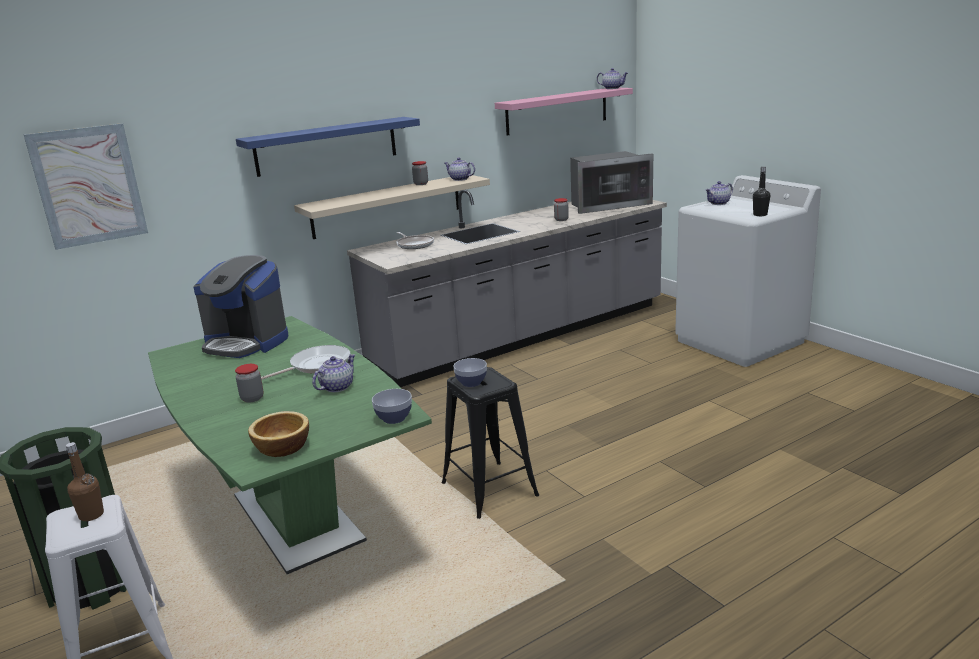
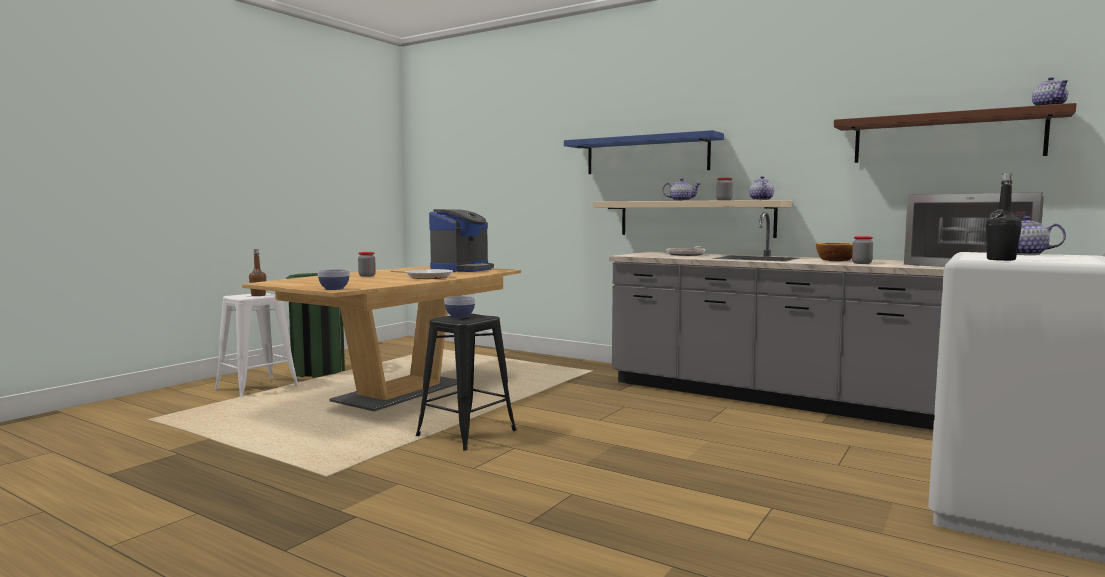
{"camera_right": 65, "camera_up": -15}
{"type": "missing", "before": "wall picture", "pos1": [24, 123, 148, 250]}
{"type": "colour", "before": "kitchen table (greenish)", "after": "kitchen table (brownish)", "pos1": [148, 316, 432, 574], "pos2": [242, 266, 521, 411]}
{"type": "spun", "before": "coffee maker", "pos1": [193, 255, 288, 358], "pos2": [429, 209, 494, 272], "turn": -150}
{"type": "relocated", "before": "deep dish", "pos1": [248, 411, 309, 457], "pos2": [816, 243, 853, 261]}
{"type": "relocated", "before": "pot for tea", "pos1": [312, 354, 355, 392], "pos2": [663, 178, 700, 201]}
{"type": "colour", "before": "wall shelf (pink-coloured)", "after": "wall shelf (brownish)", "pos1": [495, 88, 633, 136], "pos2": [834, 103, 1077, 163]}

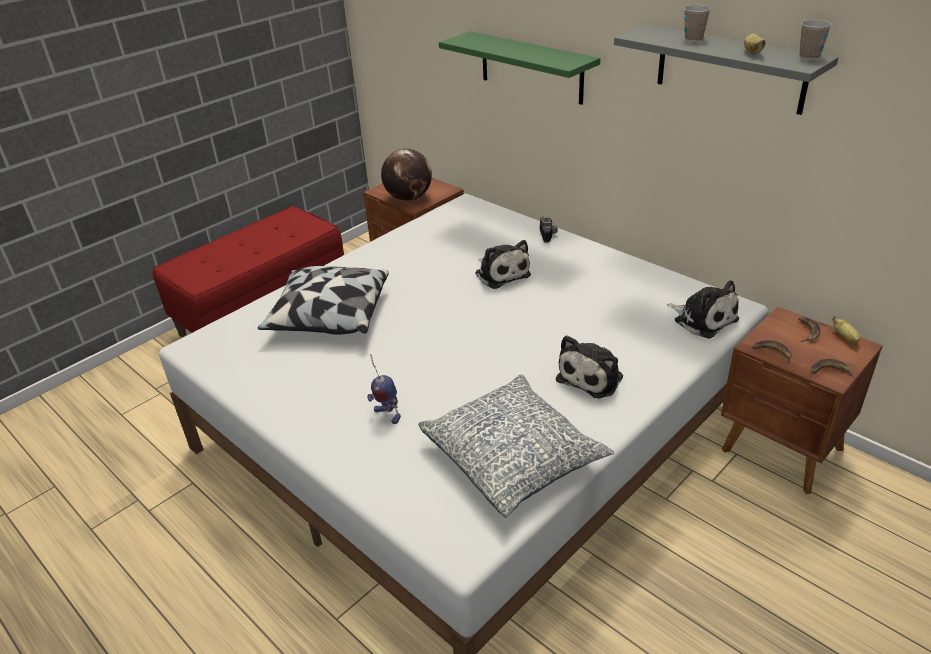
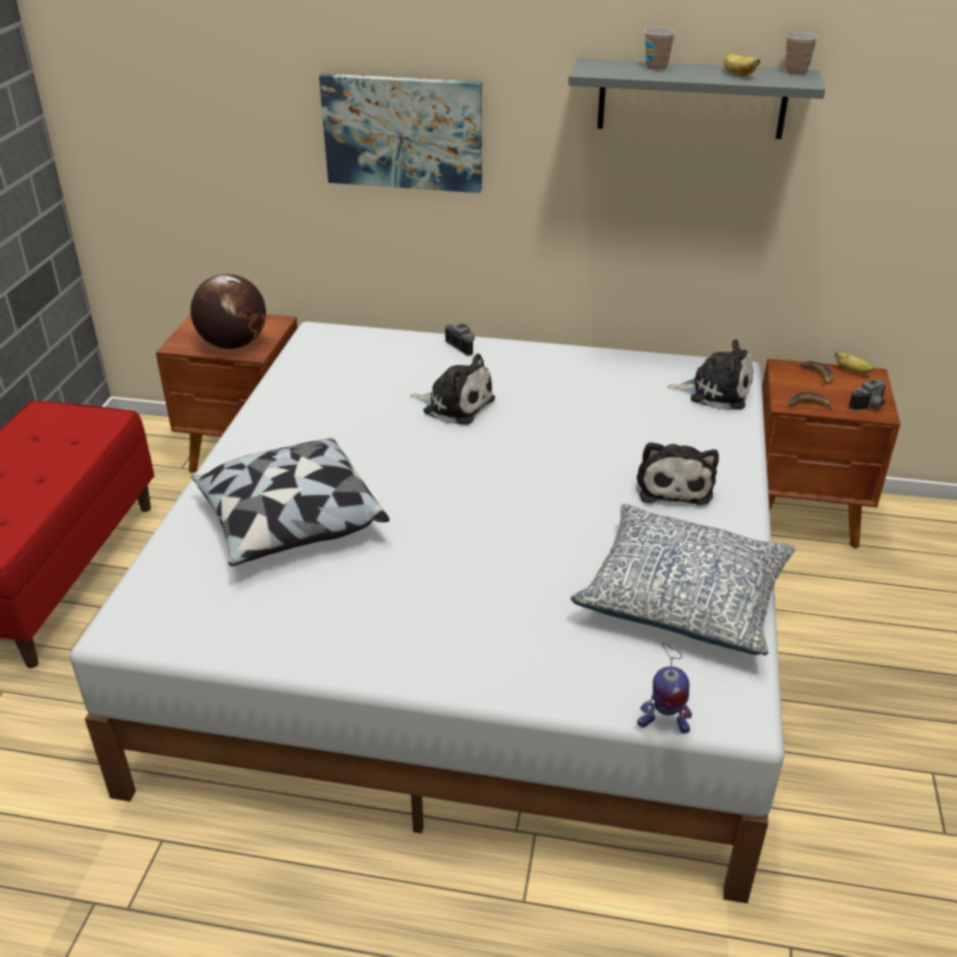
{"camera_right": -35, "camera_up": 0}
{"type": "relocated", "before": "model robot", "pos1": [367, 354, 401, 424], "pos2": [637, 643, 692, 733]}
{"type": "exchanged", "before": "wall shelf (greenish)", "after": "wall picture", "pos1": [439, 31, 600, 105], "pos2": [319, 74, 482, 193]}
{"type": "exchanged", "before": "banana", "after": "photo camera", "pos1": [811, 359, 853, 377], "pos2": [849, 379, 886, 410]}

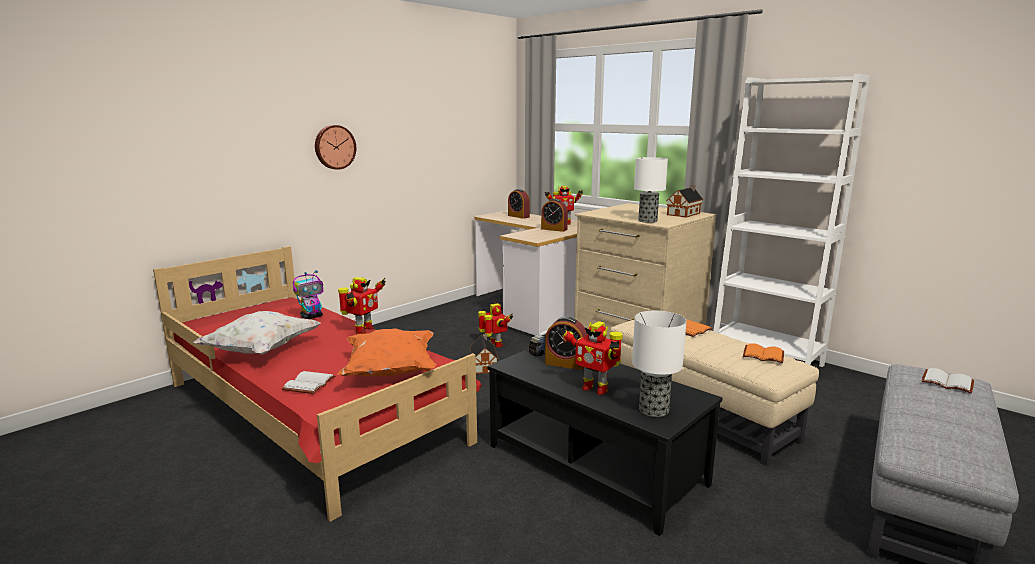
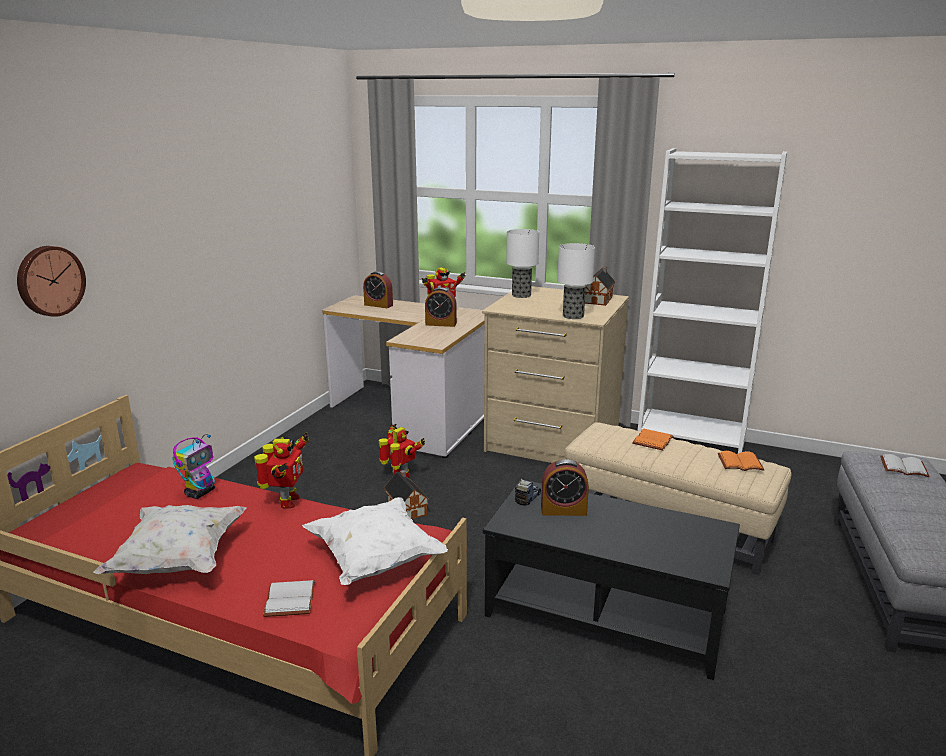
{"camera_right": -20, "camera_up": 5}
{"type": "relocated", "before": "hanging clock", "pos1": [315, 125, 356, 170], "pos2": [17, 246, 86, 317]}
{"type": "colour", "before": "throw pillow (orange-coloured)", "after": "throw pillow (white)", "pos1": [338, 328, 436, 376], "pos2": [302, 497, 448, 585]}
{"type": "missing", "before": "model robot", "pos1": [559, 321, 623, 395]}
{"type": "relocated", "before": "table lamp", "pos1": [632, 311, 686, 417], "pos2": [506, 229, 539, 298]}

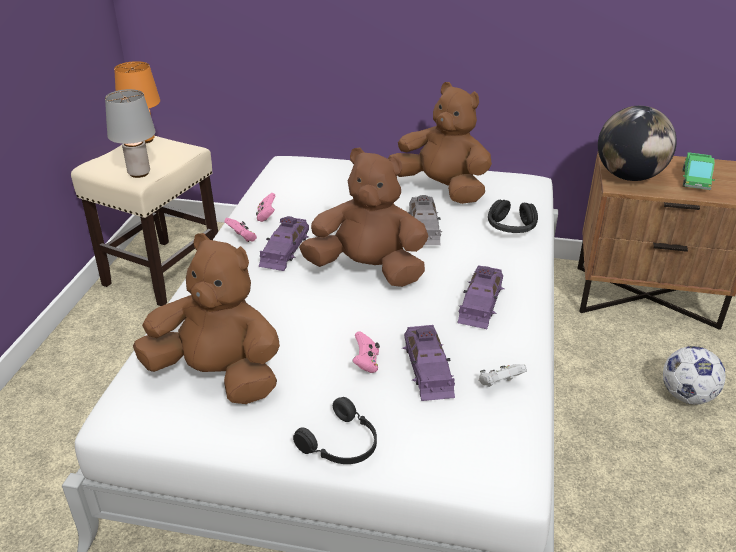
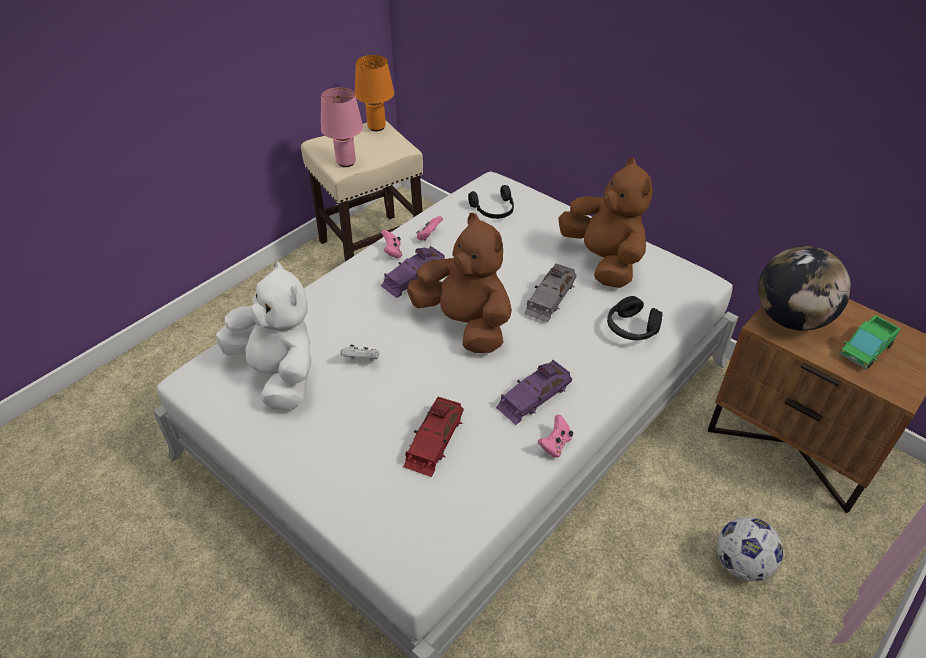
{"camera_right": 30, "camera_up": 10}
{"type": "colour", "before": "table lamp (greyish)", "after": "table lamp (pink-coloured)", "pos1": [105, 89, 156, 178], "pos2": [321, 87, 363, 167]}
{"type": "colour", "before": "soft toy (brownish)", "after": "soft toy (white)", "pos1": [133, 233, 280, 404], "pos2": [216, 261, 311, 411]}
{"type": "relocated", "before": "headphones (black)", "pos1": [293, 397, 377, 464], "pos2": [468, 185, 514, 219]}
{"type": "relocated", "before": "gamepad (pink-coloured)", "pos1": [352, 331, 380, 373], "pos2": [538, 415, 573, 458]}
{"type": "colour", "before": "model car (purple-coloured)", "after": "model car (red)", "pos1": [402, 325, 455, 401], "pos2": [404, 397, 464, 477]}
{"type": "relocated", "before": "gamepad (white)", "pos1": [479, 364, 527, 387], "pos2": [341, 345, 379, 361]}

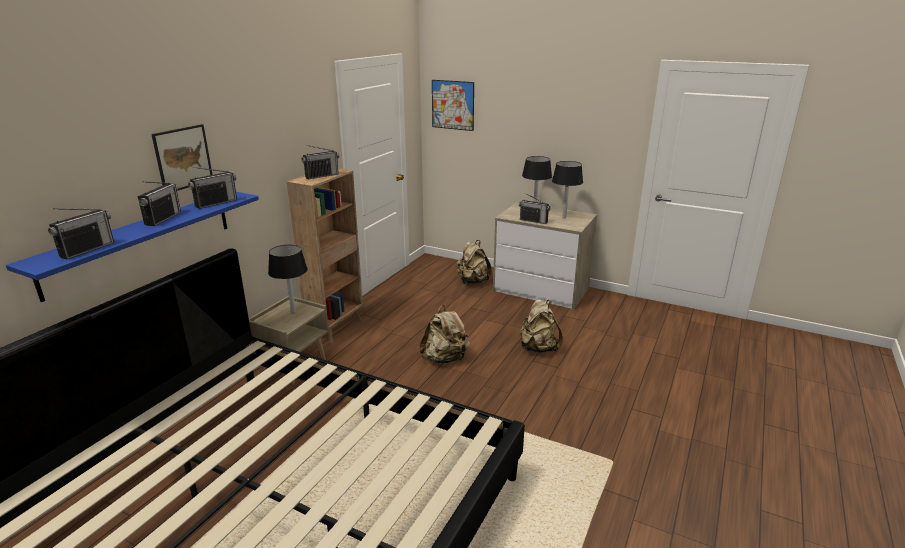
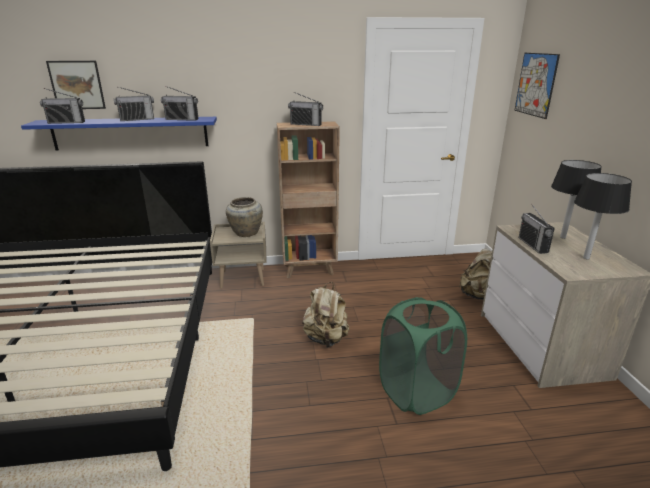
{"camera_right": 55, "camera_up": 0}
{"type": "relocated", "before": "wall picture", "pos1": [151, 124, 213, 190], "pos2": [46, 61, 106, 109]}
{"type": "exchanged", "before": "table lamp (black)", "after": "flower vase (sand-coloured)", "pos1": [268, 245, 308, 313], "pos2": [226, 197, 263, 237]}
{"type": "exchanged", "before": "knapsack (sand-coloured)", "after": "washing basket (greenish)", "pos1": [519, 299, 563, 352], "pos2": [379, 297, 467, 415]}

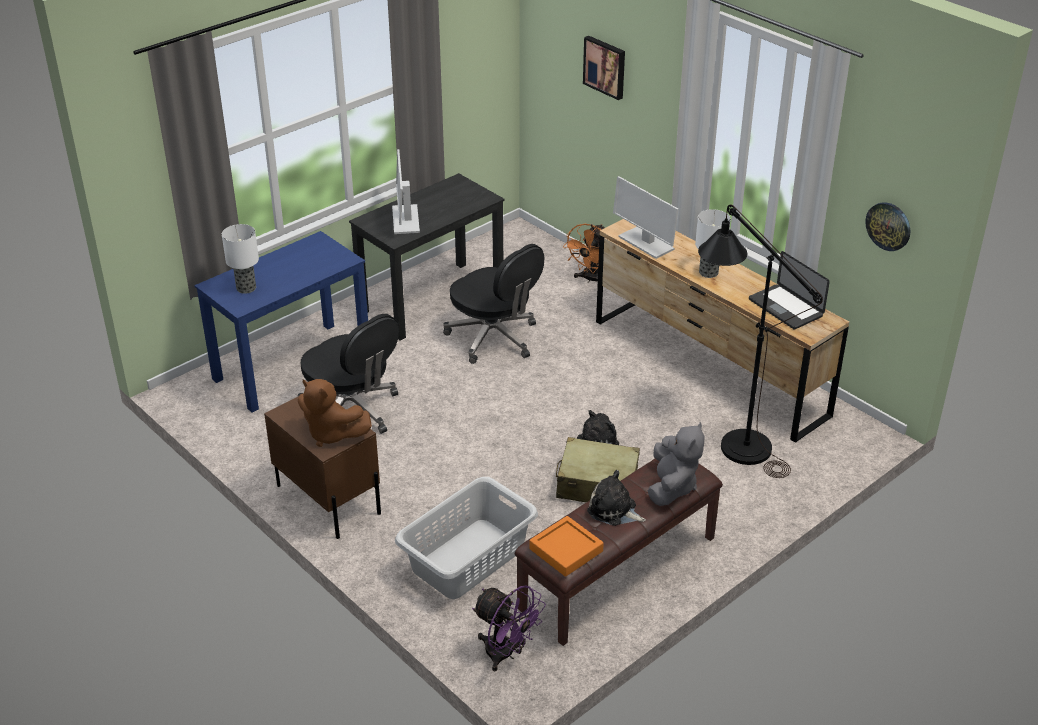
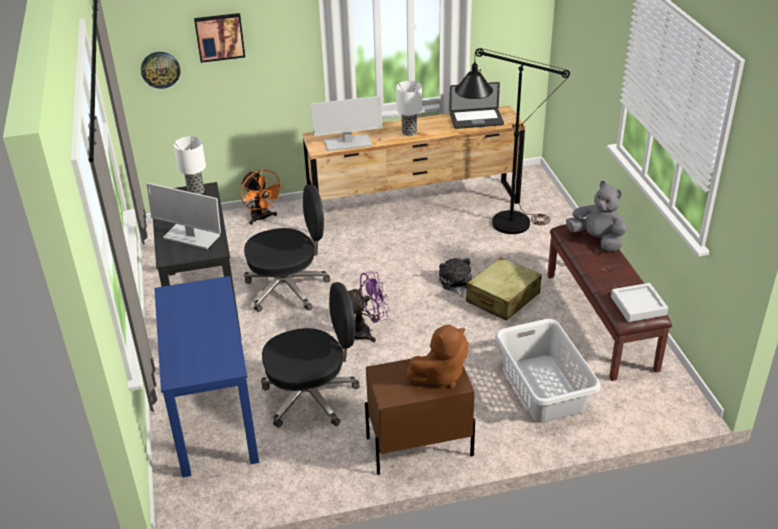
{"camera_right": -60, "camera_up": 0}
{"type": "relocated", "before": "table lamp", "pos1": [222, 224, 259, 294], "pos2": [174, 136, 206, 194]}
{"type": "relocated", "before": "fan (purple-coloured)", "pos1": [472, 585, 546, 671], "pos2": [348, 272, 389, 342]}
{"type": "colour", "before": "carrying tray (orange-coloured)", "after": "carrying tray (greyish)", "pos1": [529, 516, 604, 577], "pos2": [611, 283, 668, 322]}
{"type": "missing", "before": "soft toy", "pos1": [587, 470, 646, 526]}
{"type": "relocated", "before": "hanging clock", "pos1": [865, 202, 910, 251], "pos2": [141, 52, 180, 89]}

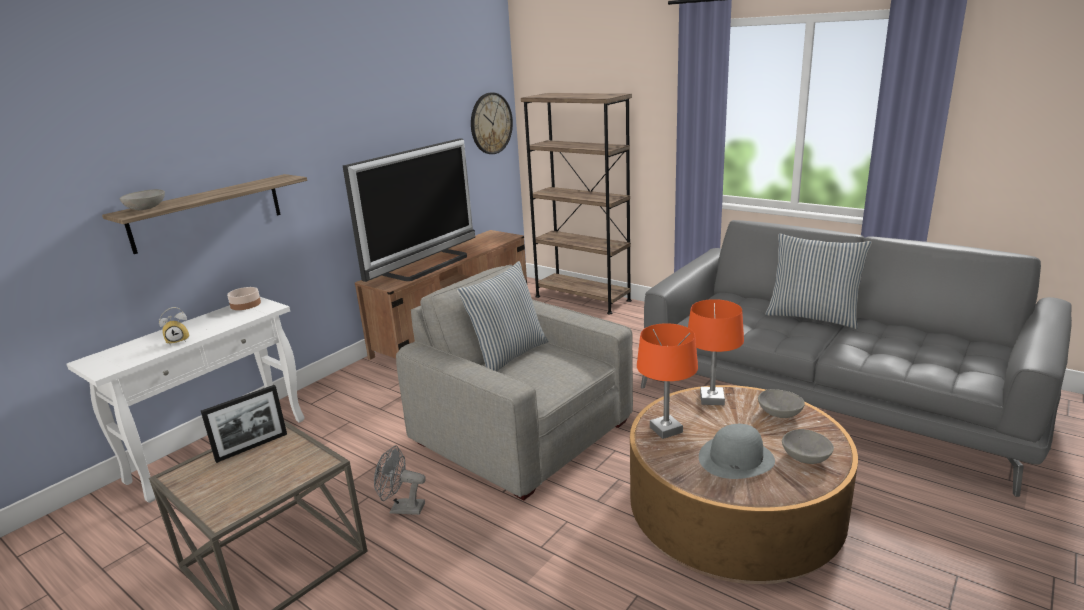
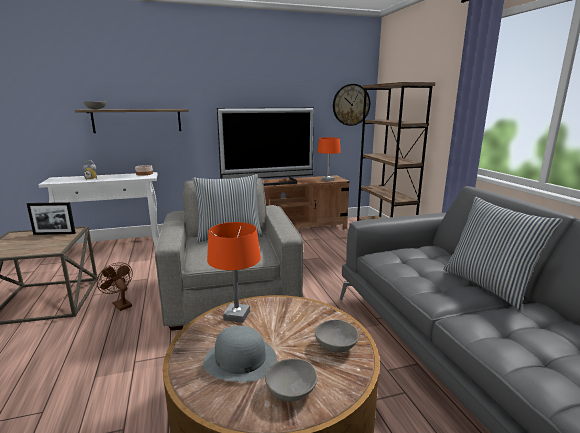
{"camera_right": 35, "camera_up": -5}
{"type": "colour", "before": "fan (greyish)", "after": "fan (brownish)", "pos1": [374, 445, 426, 515], "pos2": [97, 262, 133, 311]}
{"type": "relocated", "before": "table lamp (orange-coloured)", "pos1": [688, 299, 744, 405], "pos2": [317, 137, 341, 182]}

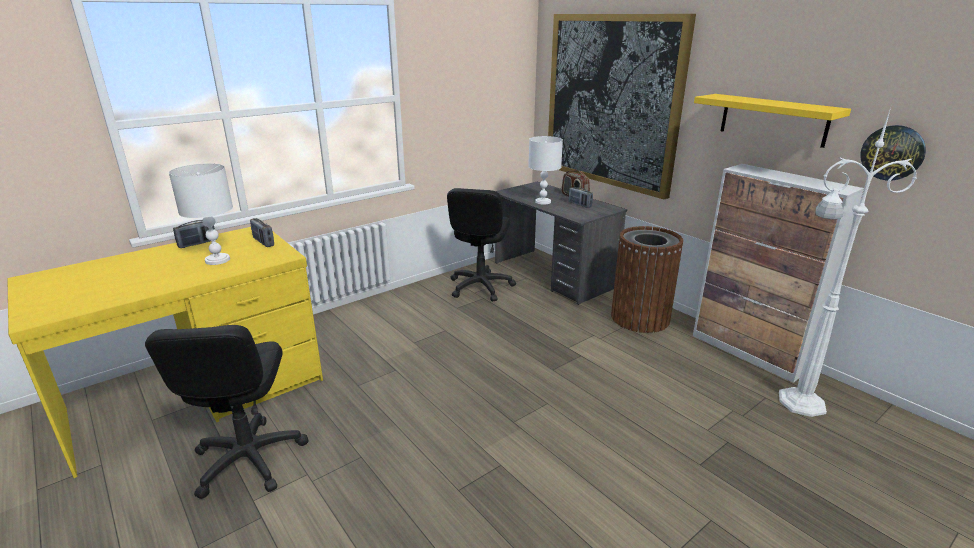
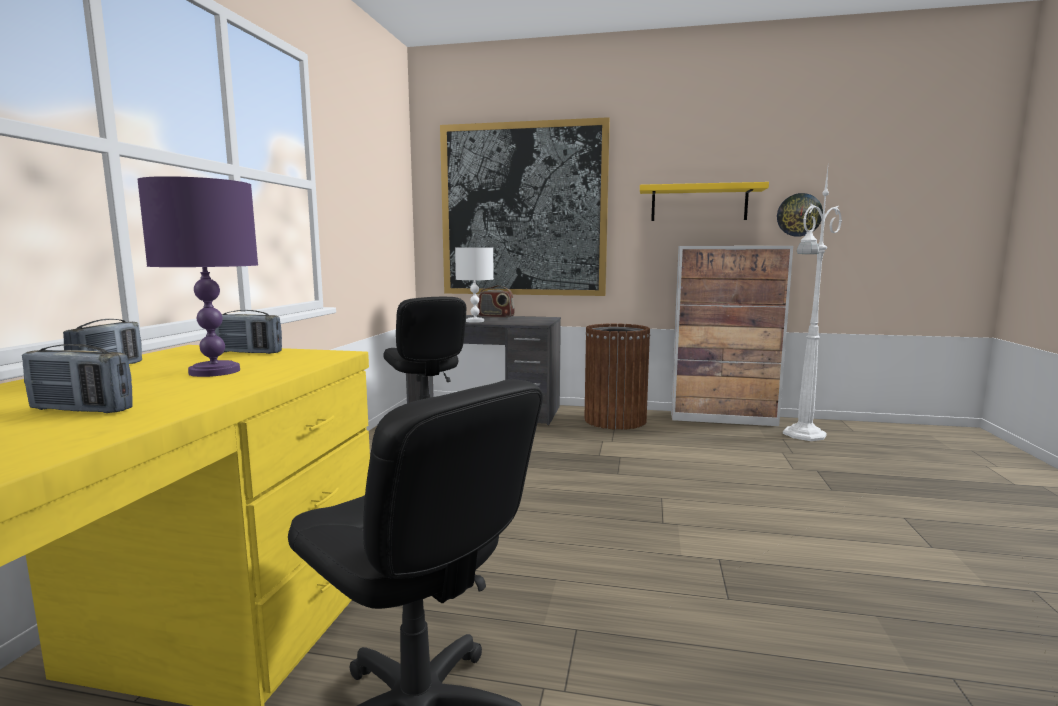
{"camera_right": -40, "camera_up": -15}
{"type": "colour", "before": "table lamp (white)", "after": "table lamp (purple-coloured)", "pos1": [169, 163, 233, 265], "pos2": [137, 176, 258, 377]}
{"type": "relocated", "before": "radio receiver", "pos1": [569, 187, 593, 208], "pos2": [22, 344, 133, 413]}

